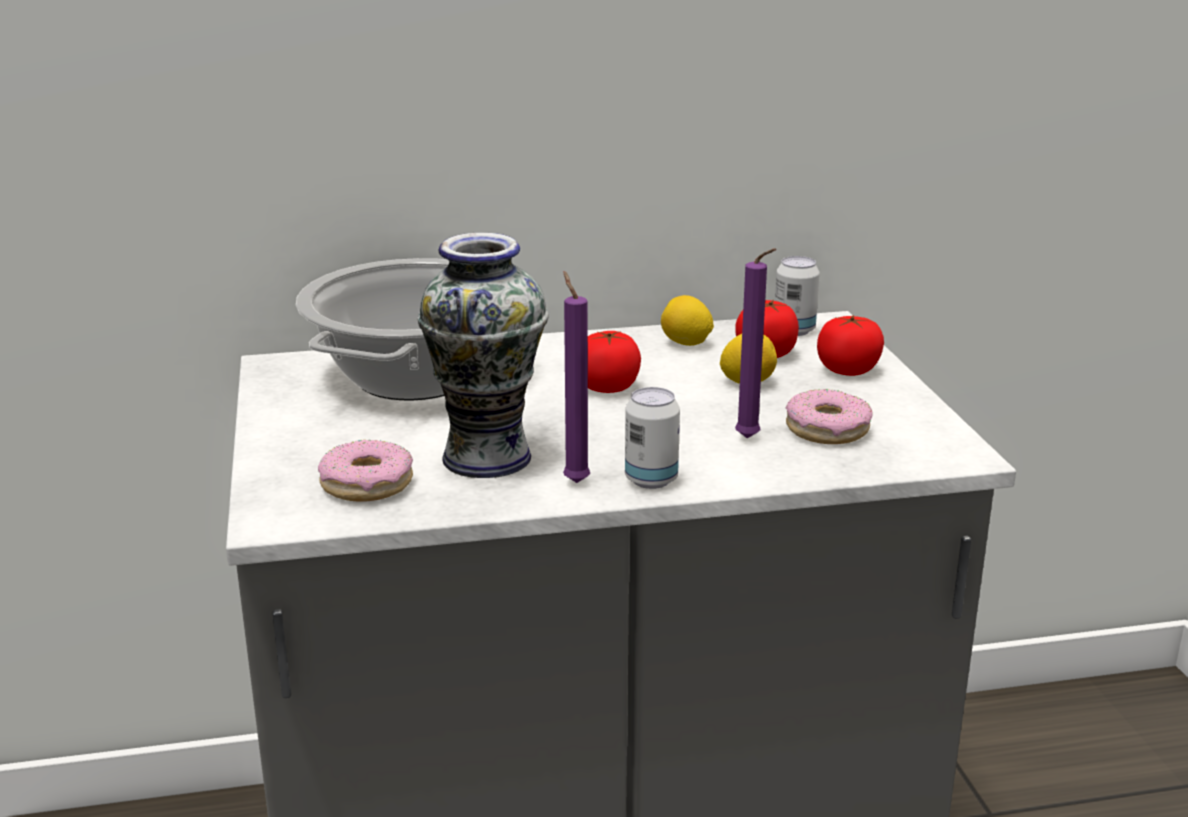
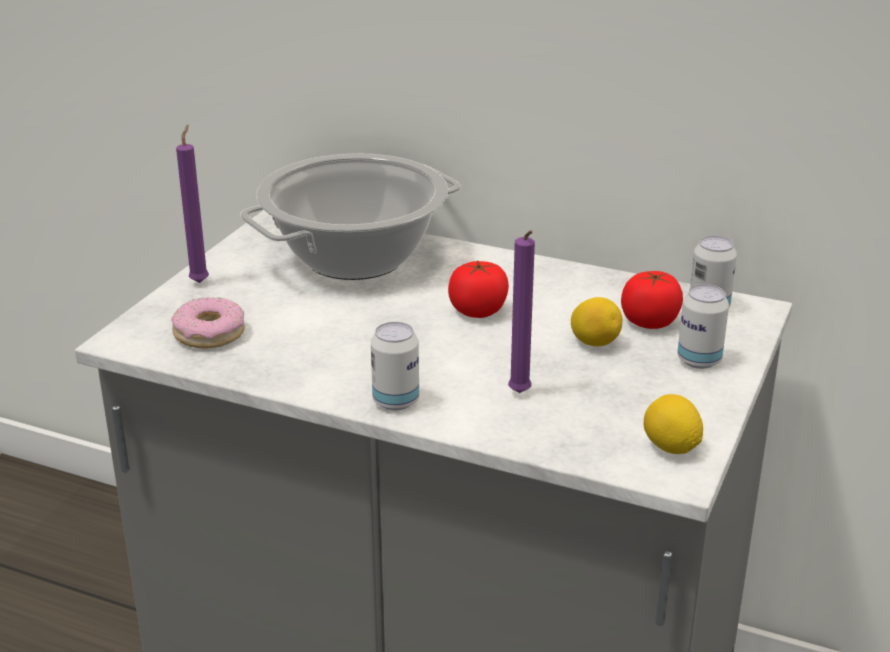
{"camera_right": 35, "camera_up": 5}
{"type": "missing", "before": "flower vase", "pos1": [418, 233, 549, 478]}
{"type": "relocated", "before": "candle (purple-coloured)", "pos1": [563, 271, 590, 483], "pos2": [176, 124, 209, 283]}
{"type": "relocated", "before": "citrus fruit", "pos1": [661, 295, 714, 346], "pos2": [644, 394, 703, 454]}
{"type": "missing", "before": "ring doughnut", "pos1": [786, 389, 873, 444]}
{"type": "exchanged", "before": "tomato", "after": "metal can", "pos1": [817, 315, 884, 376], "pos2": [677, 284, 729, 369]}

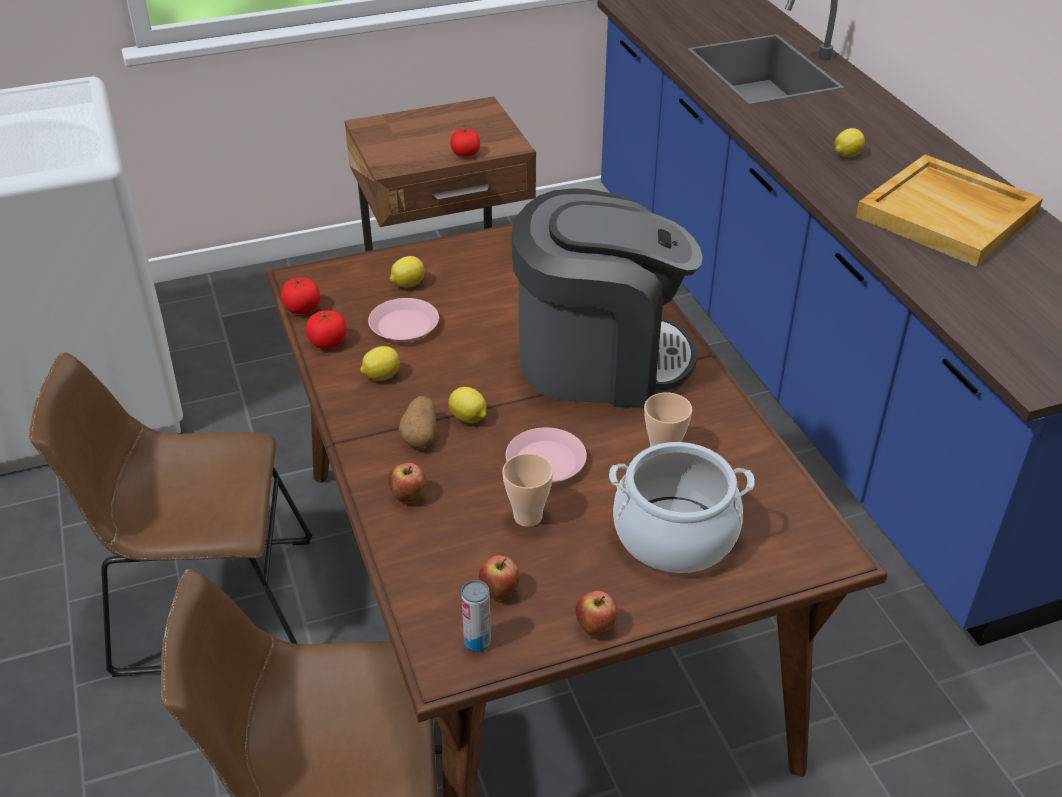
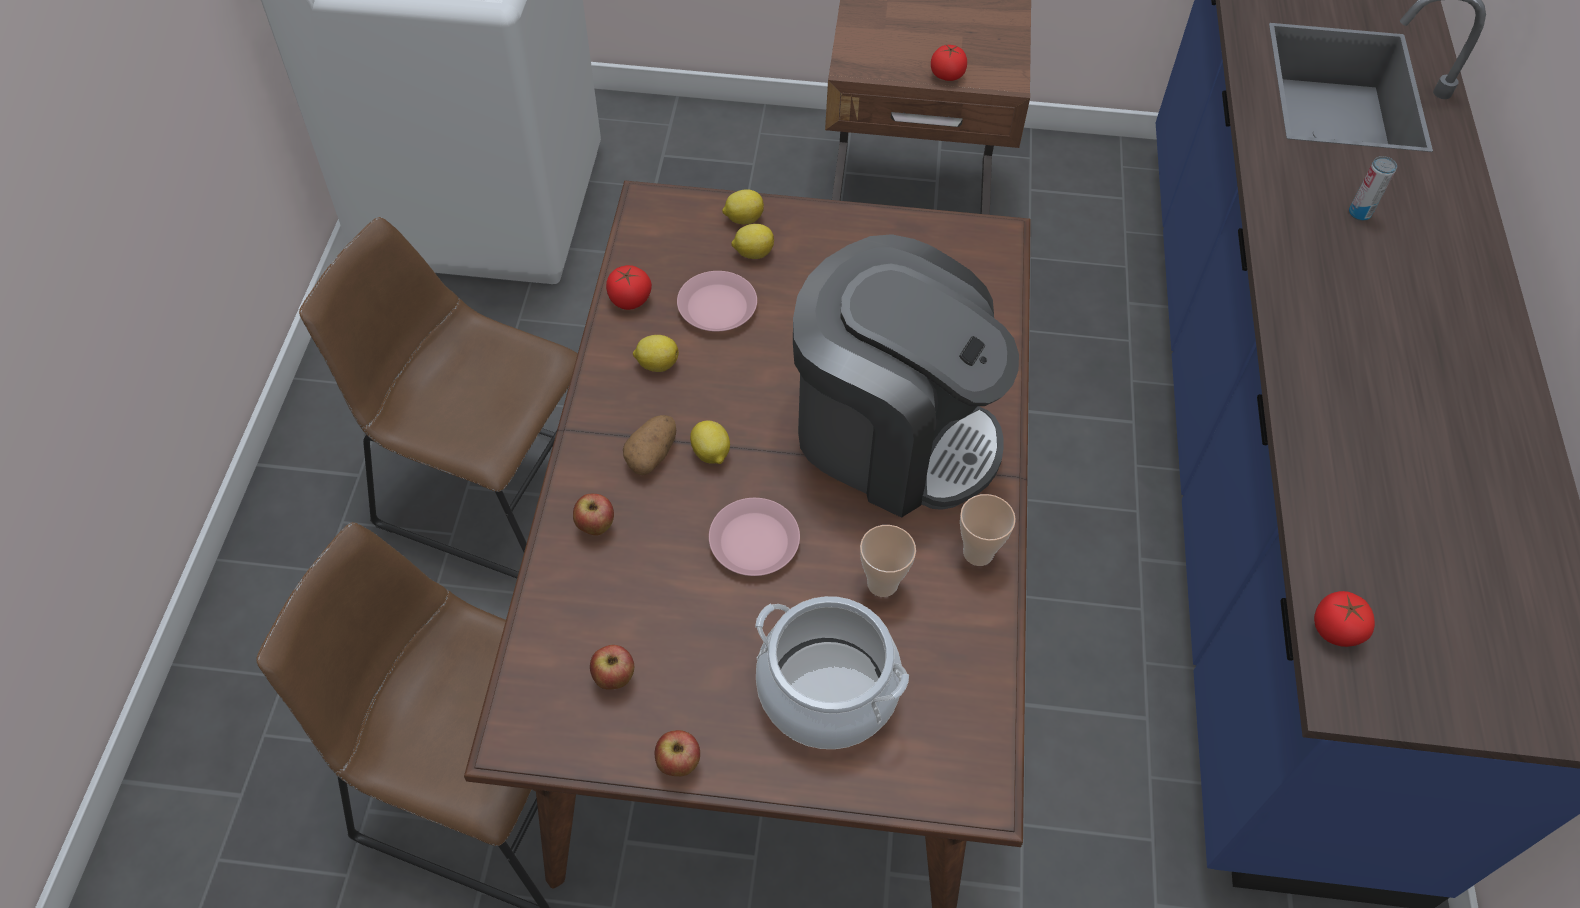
{"camera_right": 25, "camera_up": 15}
{"type": "relocated", "before": "tomato", "pos1": [281, 277, 320, 314], "pos2": [1314, 591, 1375, 647]}
{"type": "relocated", "before": "metal can", "pos1": [461, 580, 491, 652], "pos2": [1349, 156, 1397, 221]}
{"type": "relocated", "before": "cup", "pos1": [503, 454, 553, 527], "pos2": [960, 494, 1016, 566]}
{"type": "relocated", "before": "citrus fruit", "pos1": [834, 128, 865, 157], "pos2": [722, 189, 764, 224]}
{"type": "missing", "before": "carrying tray (sand-coloured)", "pos1": [856, 155, 1043, 267]}

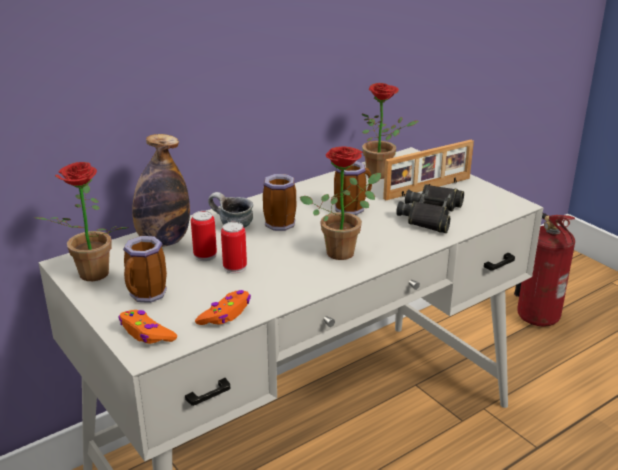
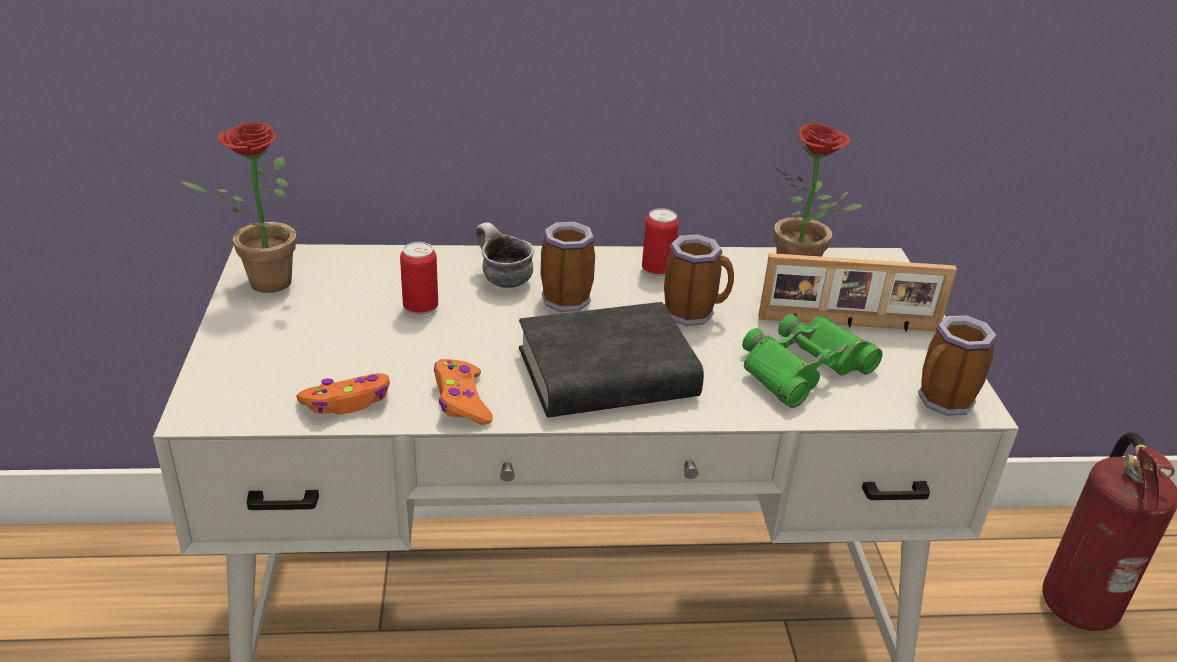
{"camera_right": 30, "camera_up": 5}
{"type": "relocated", "before": "gamepad (orange-coloured)", "pos1": [118, 310, 177, 344], "pos2": [434, 359, 493, 425]}
{"type": "relocated", "before": "tea mug", "pos1": [123, 236, 167, 303], "pos2": [918, 315, 997, 416]}
{"type": "missing", "before": "beverage bottle", "pos1": [132, 134, 190, 247]}
{"type": "relocated", "before": "metal can", "pos1": [221, 222, 247, 273], "pos2": [642, 208, 679, 279]}
{"type": "exchanged", "before": "potted plant", "after": "volume (black)", "pos1": [300, 147, 381, 260], "pos2": [519, 302, 704, 418]}
{"type": "colour", "before": "pair of binoculars (black)", "after": "pair of binoculars (greenish)", "pos1": [396, 184, 464, 233], "pos2": [742, 314, 882, 408]}

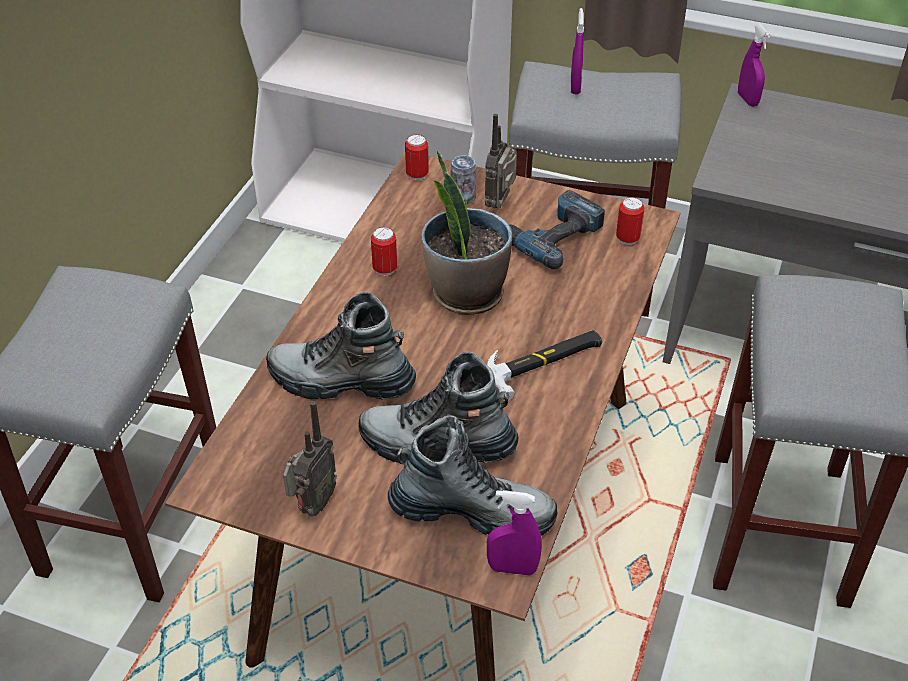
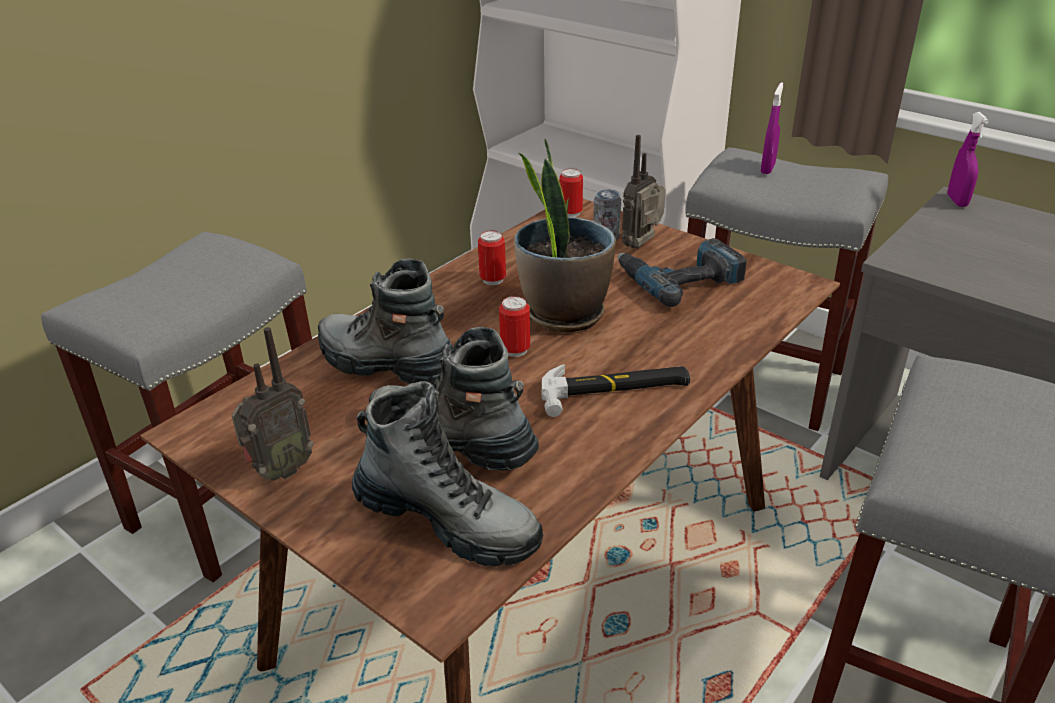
{"camera_right": 20, "camera_up": -10}
{"type": "missing", "before": "sprayer (purple-coloured)", "pos1": [487, 490, 542, 576]}
{"type": "relocated", "before": "metal can", "pos1": [616, 197, 644, 245], "pos2": [499, 296, 530, 357]}

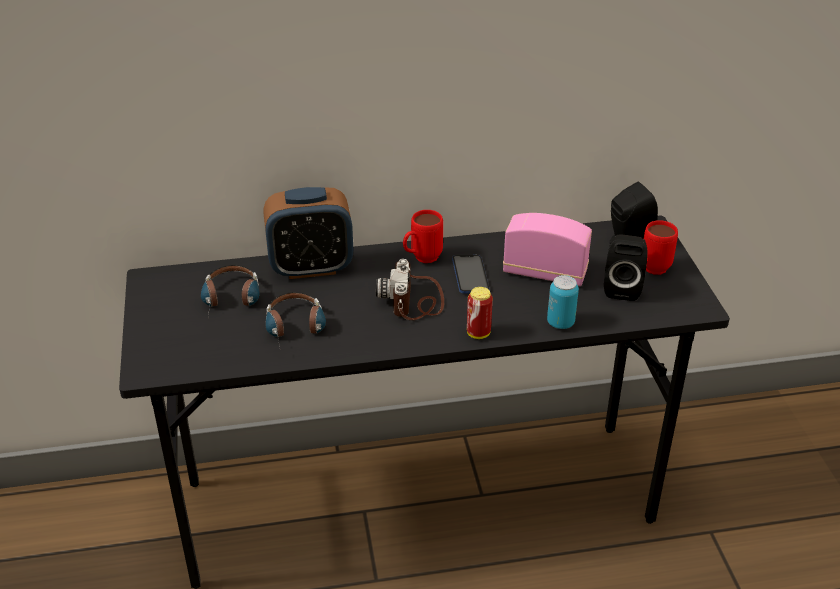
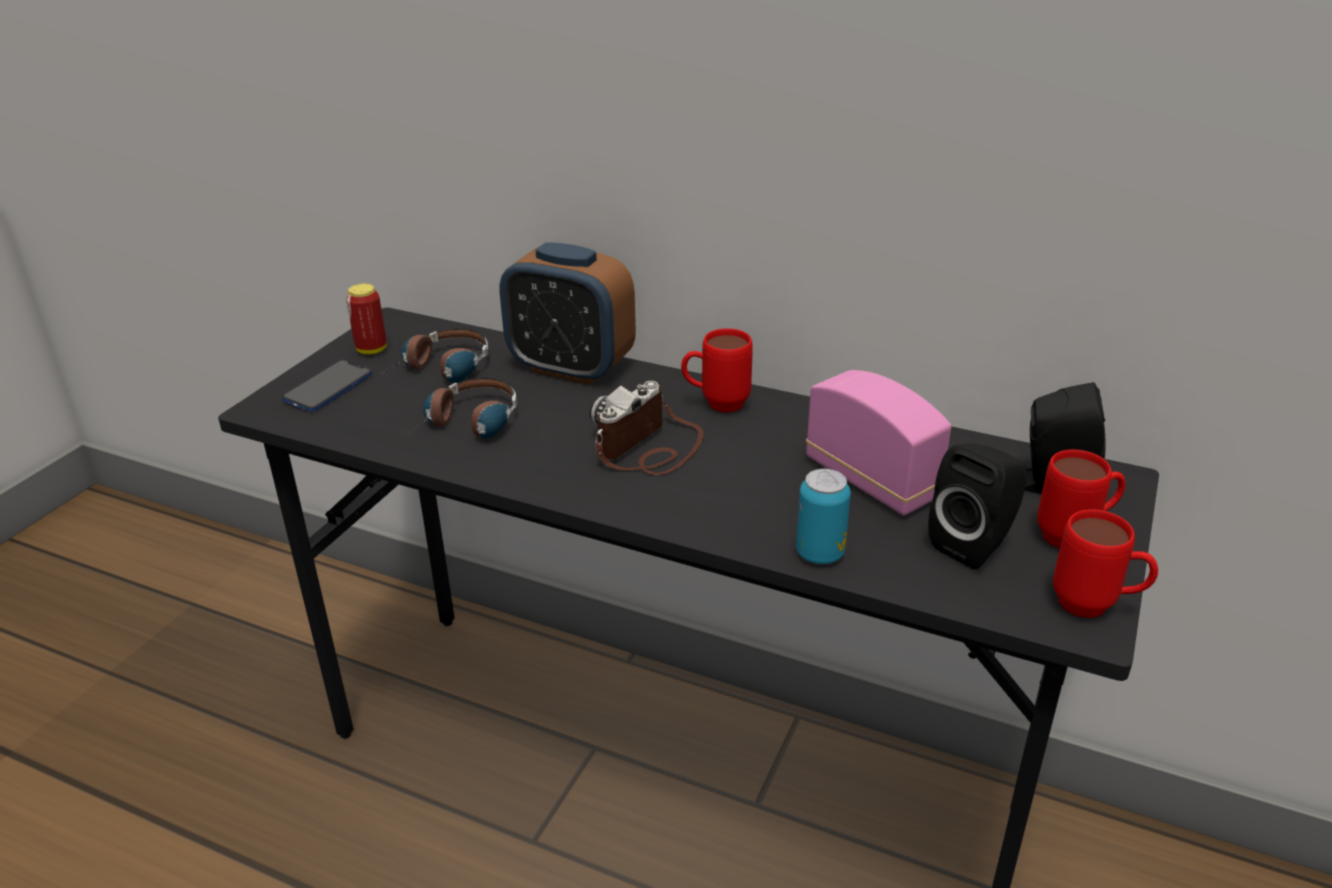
{"camera_right": 35, "camera_up": -5}
{"type": "relocated", "before": "phone", "pos1": [452, 255, 489, 293], "pos2": [281, 359, 372, 412]}
{"type": "relocated", "before": "metal can", "pos1": [467, 287, 493, 339], "pos2": [346, 284, 387, 354]}
{"type": "appeared", "after": "tea mug (red)", "pos2": [1053, 509, 1158, 618]}

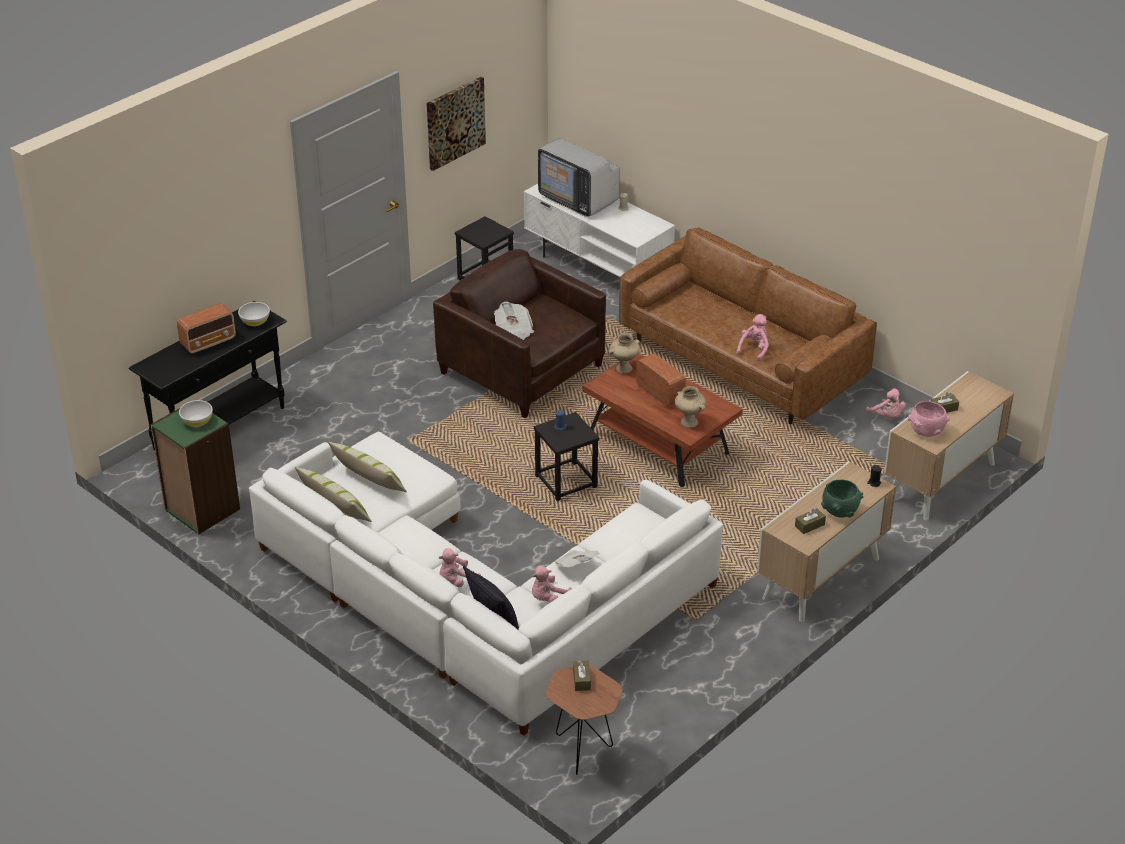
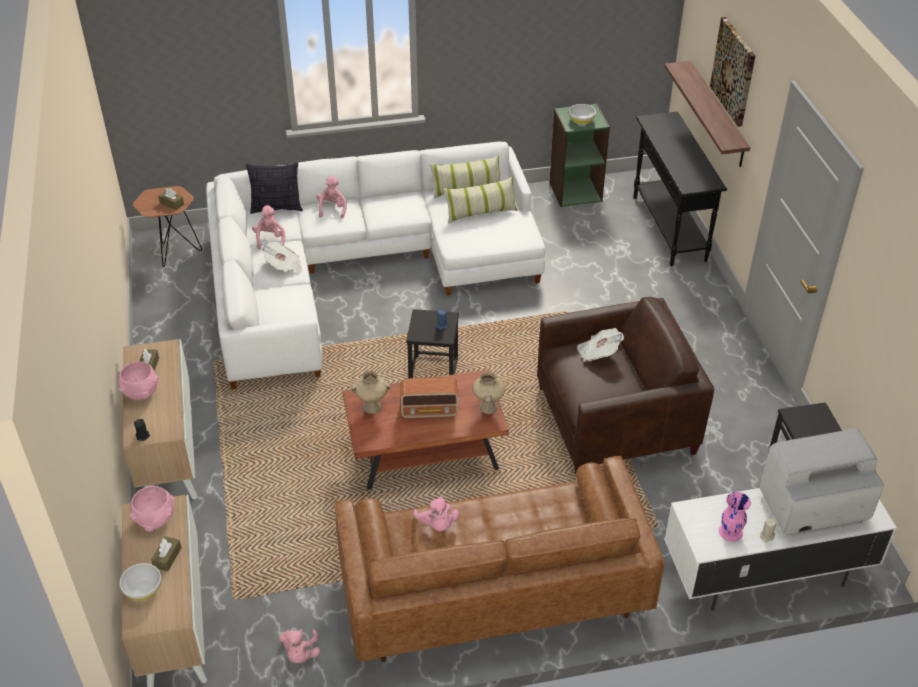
{"camera_right": 125, "camera_up": 5}
{"type": "missing", "before": "radio receiver", "pos1": [177, 303, 236, 354]}
{"type": "relocated", "before": "deep dish (white)", "pos1": [238, 302, 270, 326], "pos2": [119, 563, 161, 600]}
{"type": "relocated", "before": "wall picture", "pos1": [427, 77, 486, 171], "pos2": [710, 17, 756, 127]}
{"type": "colour", "before": "deep dish (greenish)", "after": "deep dish (pink-coloured)", "pos1": [821, 480, 864, 518], "pos2": [118, 361, 159, 400]}
{"type": "spun", "before": "soft toy (pink-coloured)", "pos1": [866, 388, 906, 418], "pos2": [279, 629, 320, 663], "turn": -90}
{"type": "appeared", "after": "wall shelf", "pos2": [664, 61, 750, 167]}
{"type": "appeared", "after": "flower vase (pink-coloured)", "pos2": [719, 492, 751, 542]}

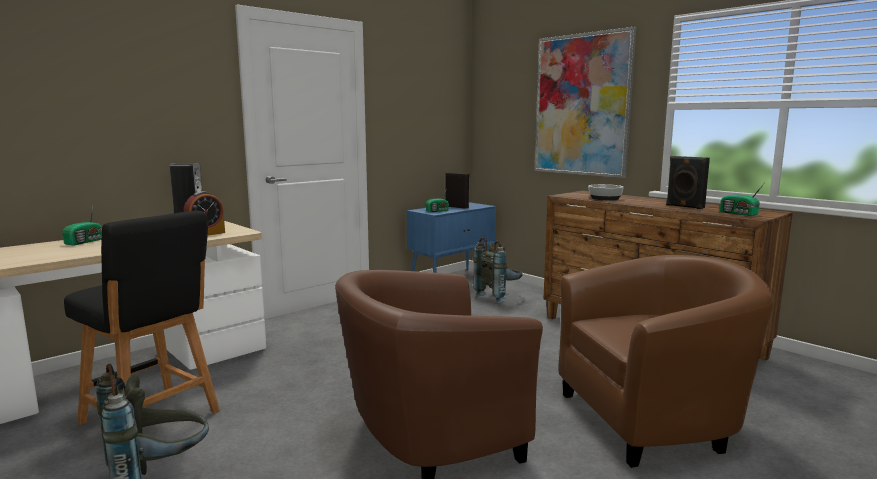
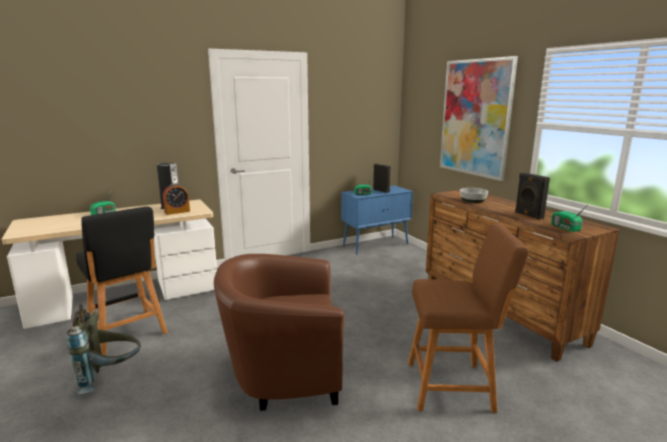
{"camera_right": 15, "camera_up": 5}
{"type": "missing", "before": "knapsack (greyish)", "pos1": [473, 237, 523, 304]}
{"type": "exchanged", "before": "armchair (brownish)", "after": "stool (brownish)", "pos1": [559, 255, 774, 468], "pos2": [408, 224, 529, 413]}

